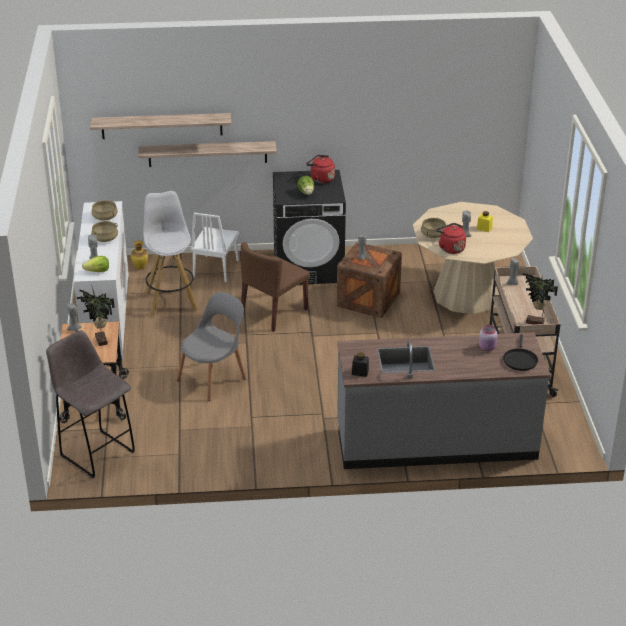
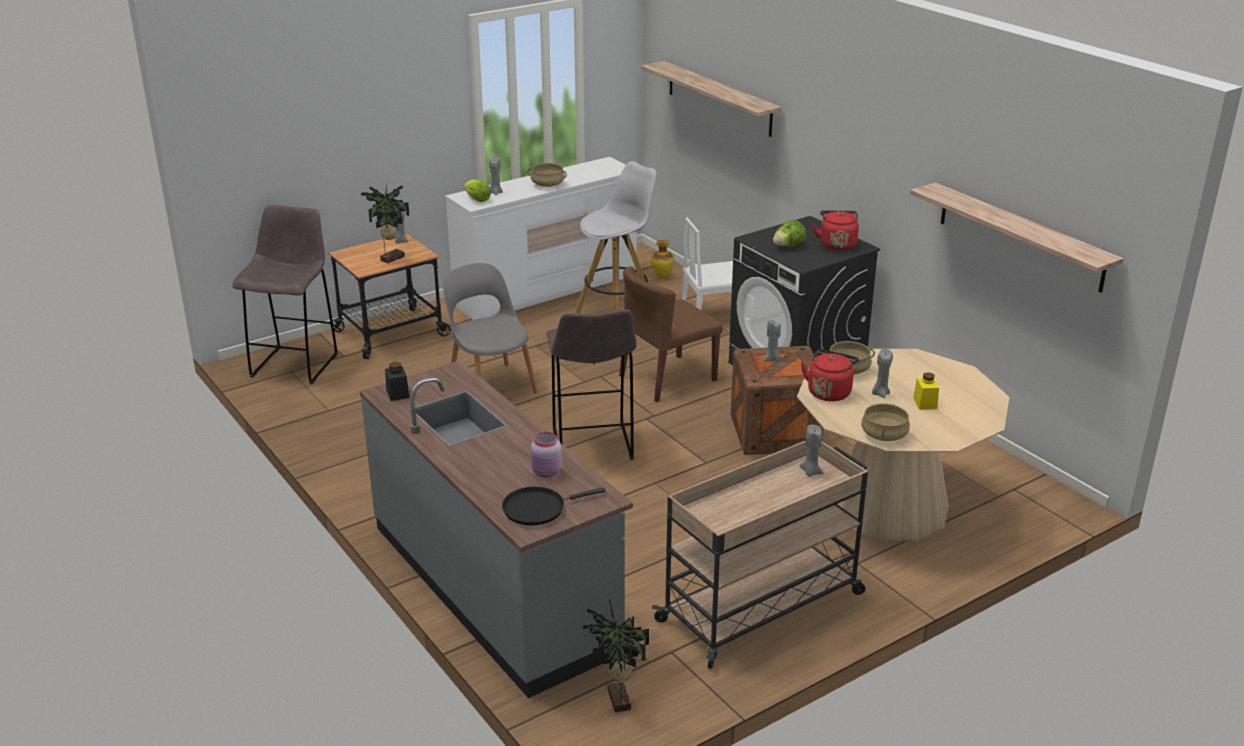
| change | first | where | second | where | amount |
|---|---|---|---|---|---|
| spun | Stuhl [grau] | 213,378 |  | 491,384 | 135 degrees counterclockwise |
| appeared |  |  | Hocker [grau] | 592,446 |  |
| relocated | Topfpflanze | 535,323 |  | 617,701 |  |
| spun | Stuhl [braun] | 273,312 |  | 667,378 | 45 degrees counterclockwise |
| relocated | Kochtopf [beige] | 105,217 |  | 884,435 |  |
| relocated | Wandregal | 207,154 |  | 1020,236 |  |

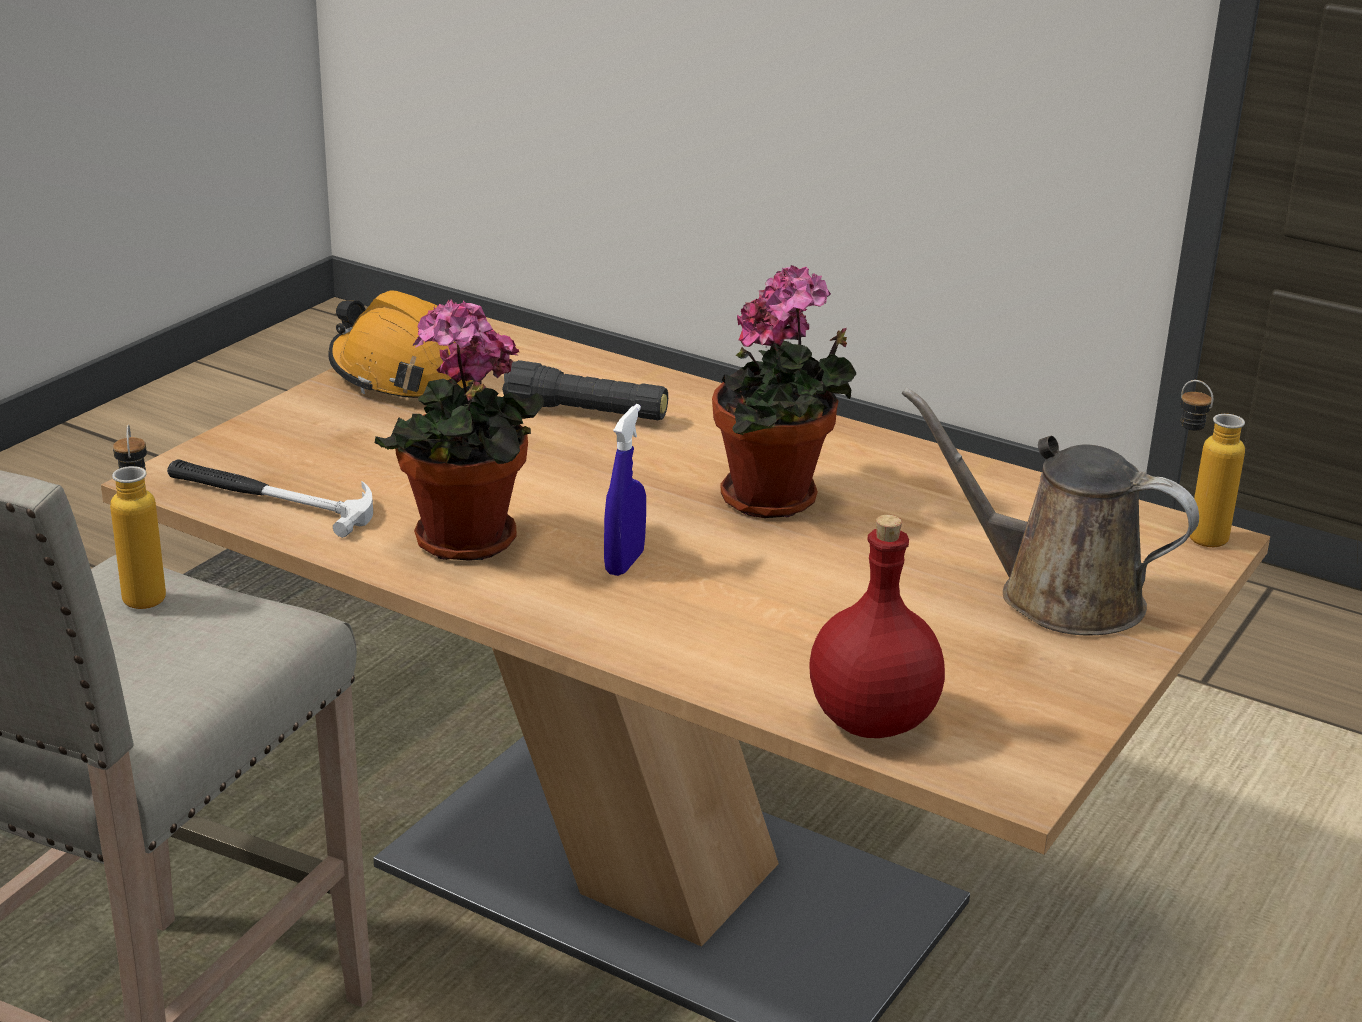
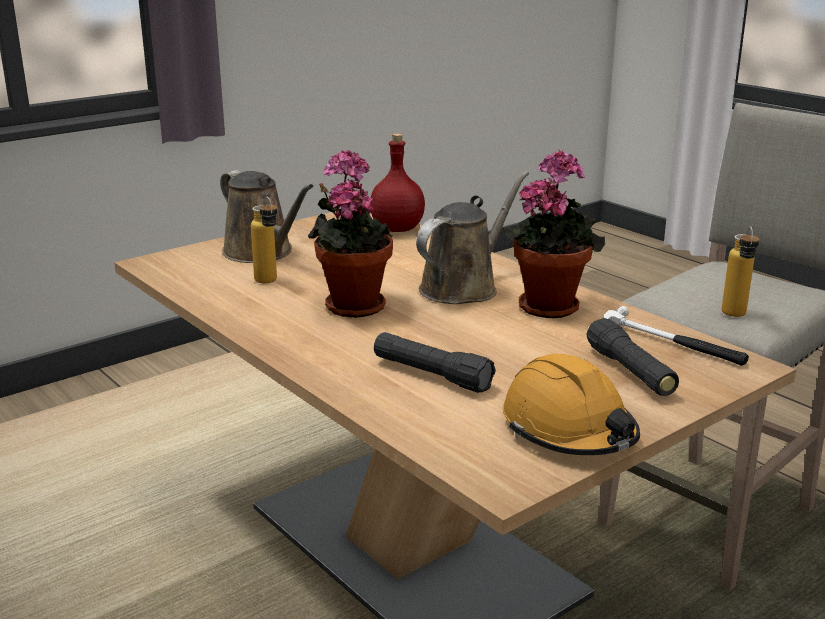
| change | first | where | second | where | amount |
|---|---|---|---|---|---|
| relocated | Flasche | 1192,533 |  | 269,283 |  |
| exchanged | Sprühflasche [blau] | 624,563 | Gießkanne [braun] | 463,287 |  |
| appeared |  |  | Taschenlampe [schwarz] | 630,372 |  |

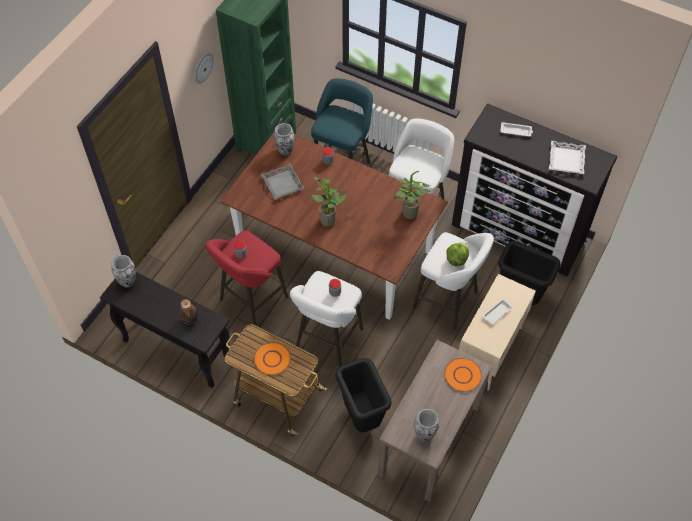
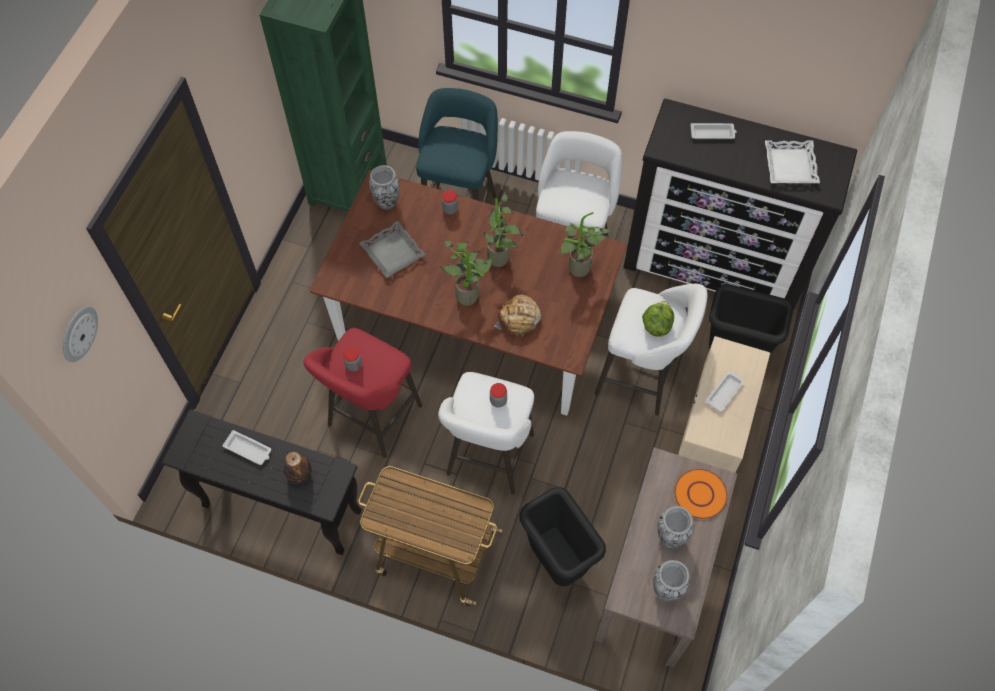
| change | first | where | second | where | amount |
|---|---|---|---|---|---|
| relocated | Wanduhr | 203,67 |  | 78,333 |  |
| appeared |  |  | Tablett [weiß] | 248,449 |  |
| appeared |  |  | Topfpflanze | 501,259 |  |
| appeared |  |  | Brot | 519,319 |  |
| relocated | Vase | 128,281 |  | 670,537 |  |
| missing | Teller [orange] | 272,359 |  |  |  |

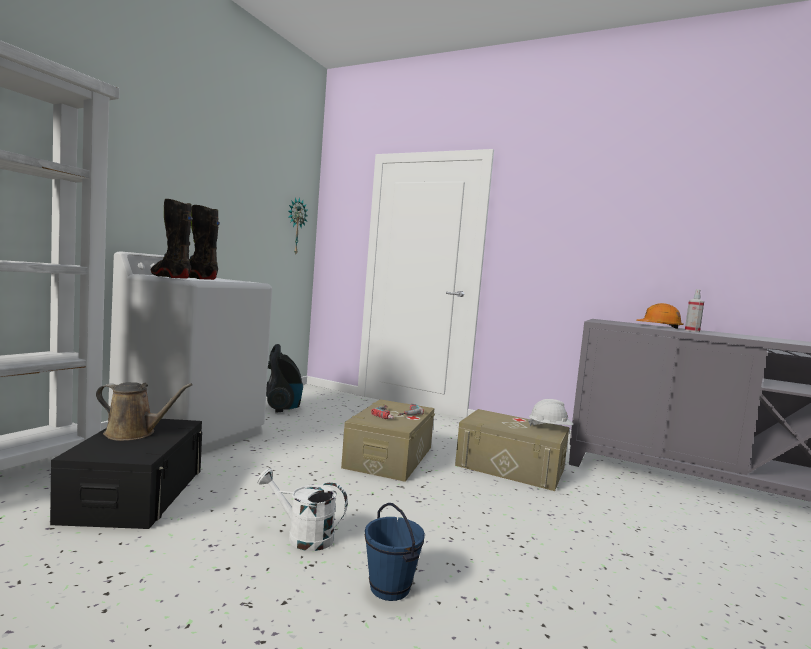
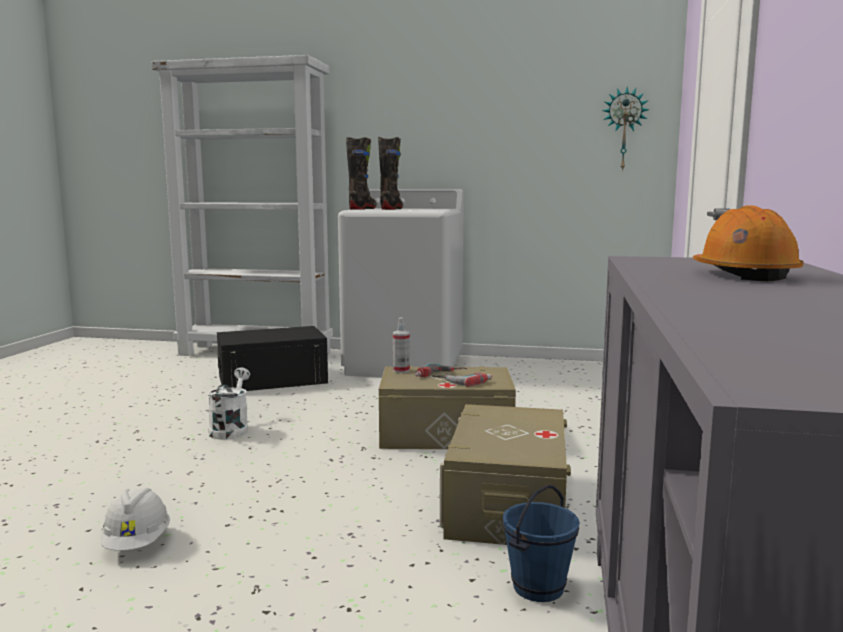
| change | first | where | second | where | amount |
|---|---|---|---|---|---|
| relocated | Schutzhelm [weiß] | 549,428 |  | 137,543 |  |
| relocated | Sprühflasche | 692,331 |  | 401,370 |  |
| relocated | Eimer [blau] | 390,588 |  | 539,588 |  |
| missing | Gießkanne [braun] | 134,433 |  |  |  |
| missing | Staubsauger | 282,407 |  |  |  |

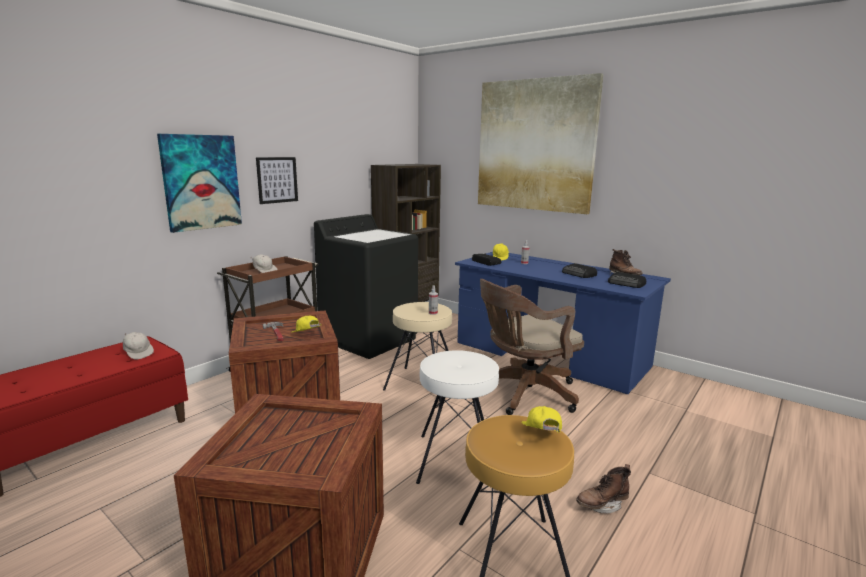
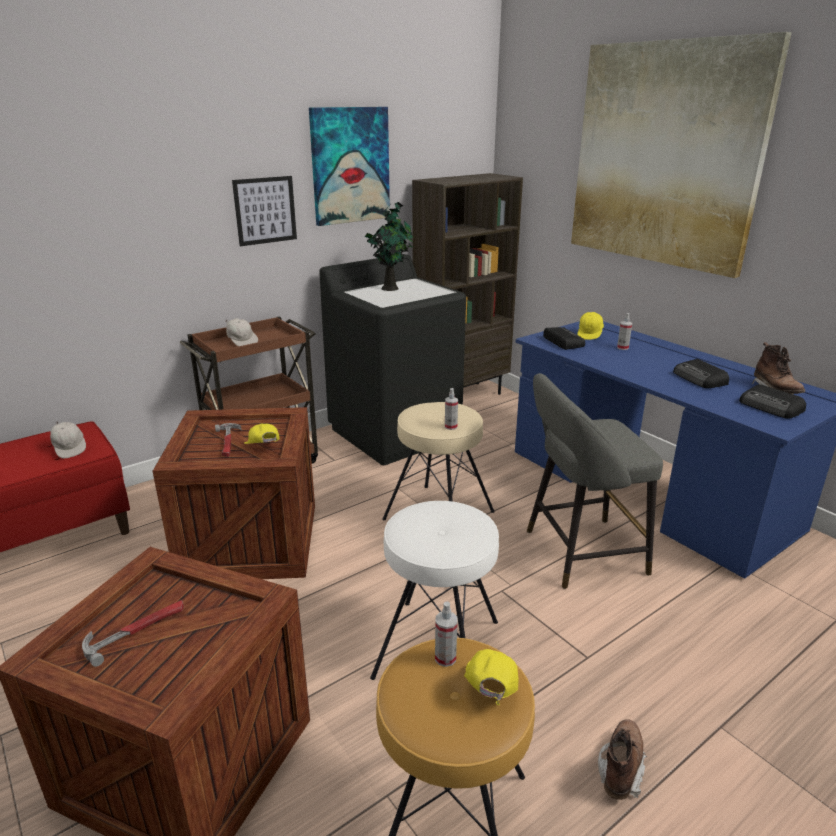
| change | first | where | second | where | amount |
|---|---|---|---|---|---|
| appeared |  |  | Hammer | 136,631 |  |
| relocated | Bild | 201,182 |  | 350,165 |  |
| appeared |  |  | Topfpflanze | 391,288 |  |
| appeared |  |  | Sprühflasche | 445,658 |  |
| exchanged | Bürostuhl [braun] | 523,393 | Hocker [grau] | 578,553 |  |
| spun | Stiefel [braun] | 602,505 |  | 620,768 | 120 degrees clockwise |

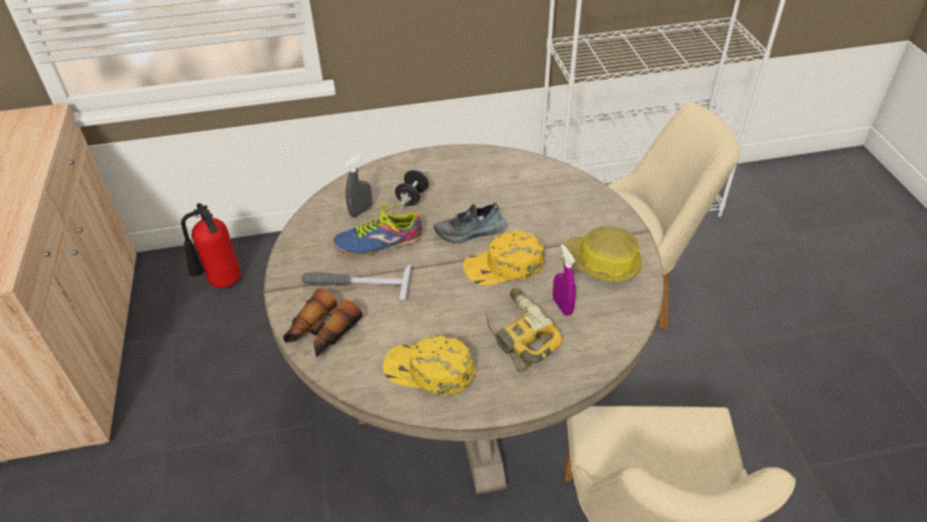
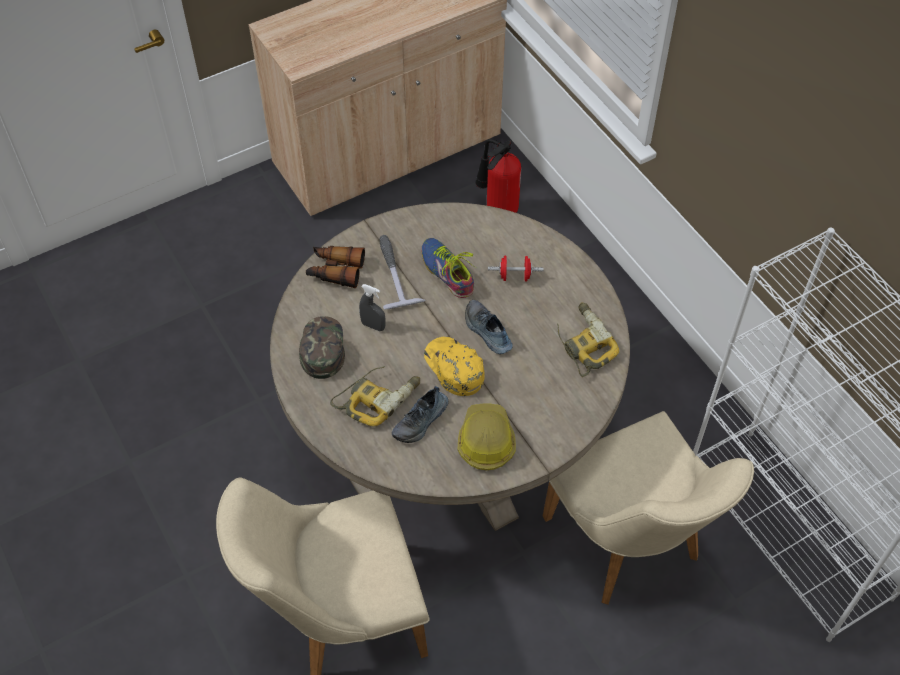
| change | first | where | second | where | amount |
|---|---|---|---|---|---|
| colour | Kappe [gelb] | 428,370 | Kappe [grün] | 321,348 |  |
| relocated | Sprühflasche [grau] | 361,211 |  | 373,326 |  |
| exchanged | Sprühflasche [lila] | 562,306 | Schuh | 421,421 |  |
| colour | Hantel [schwarz] | 412,198 | Hantel [rot] | 515,276 |  |
| appeared |  |  | Bohrmaschine | 583,343 |  |

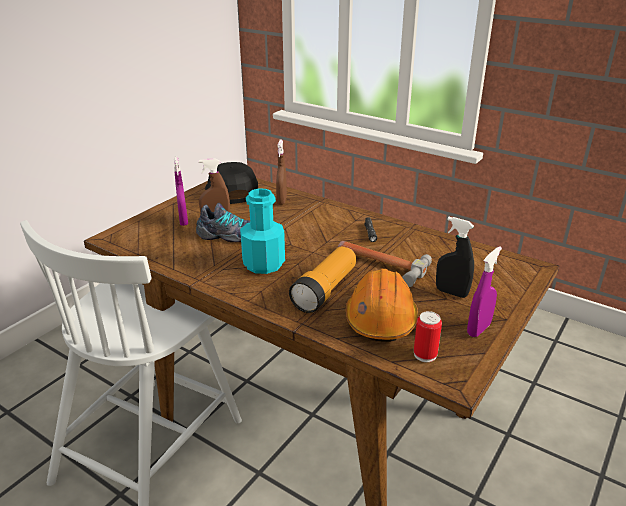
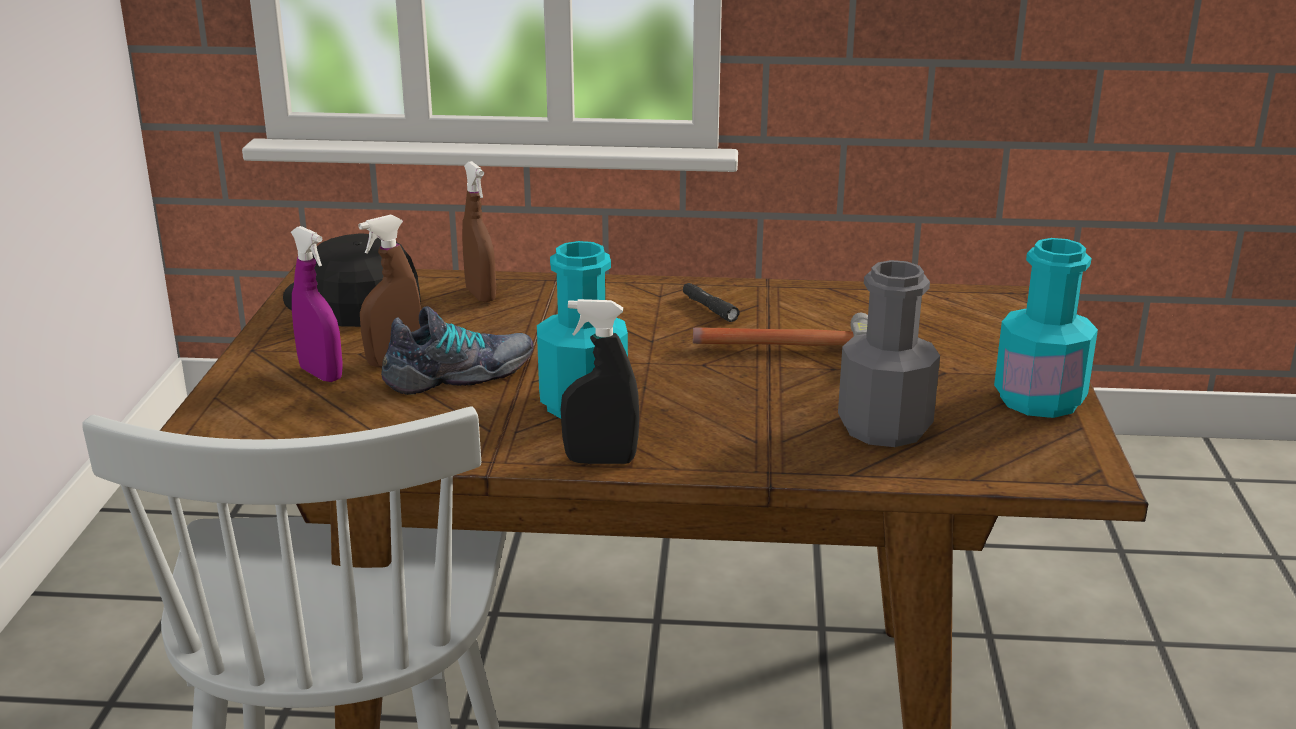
| change | first | where | second | where | amount |
|---|---|---|---|---|---|
| relocated | Sprühflasche [schwarz] | 451,292 |  | 600,460 |  |
| exchanged | Schutzhelm [orange] | 381,318 | Flasche [grau] | 884,427 |  |
| exchanged | Sprühflasche [lila] | 478,329 | Flasche [türkis] | 1039,399 |  |
| missing | Taschenlampe | 325,290 |  |  |  |
| missing | Dose | 425,354 |  |  |  |

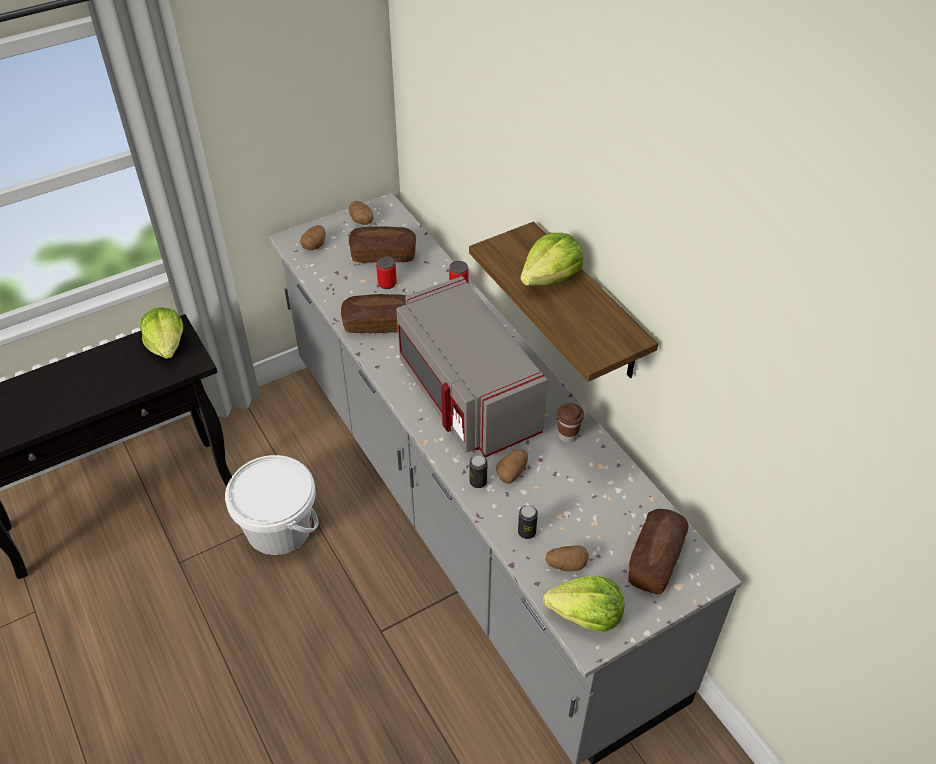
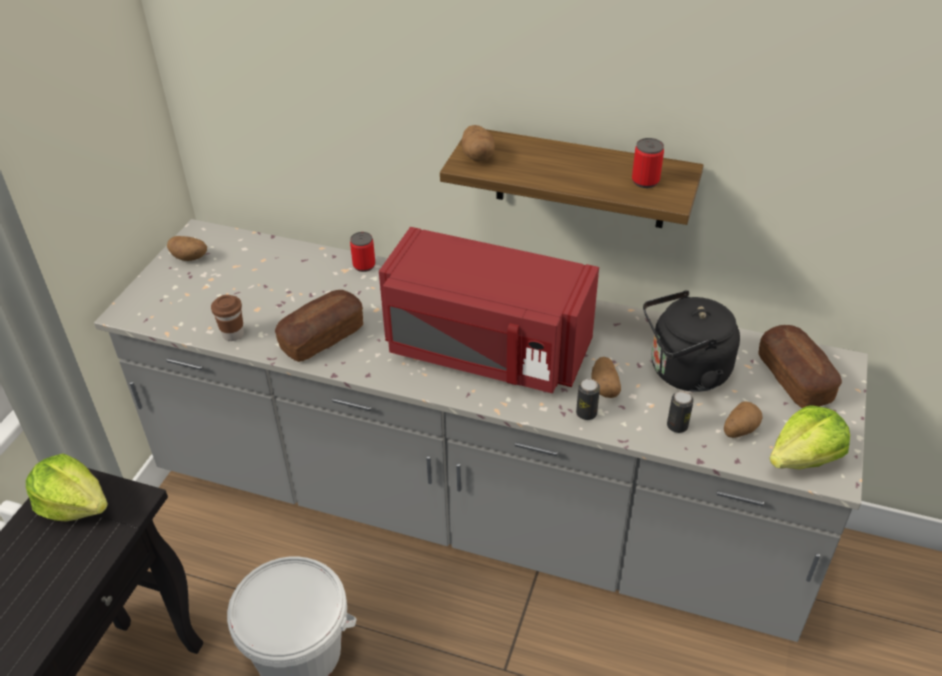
| change | first | where | second | where | amount |
|---|---|---|---|---|---|
| relocated | Tasse [braun] | 567,435 |  | 233,334 |  |
| colour | Mikrowelle [grau] | 466,396 | Mikrowelle [rot] | 485,350 |  |
| relocated | Kartoffel | 314,245 |  | 477,155 |  |
| relocated | Dose | 387,283 |  | 645,181 |  |
| appeared |  |  | Wasserkessel [schwarz] | 684,372 |  |
| missing | Brot | 383,255 |  |  |  |
| missing | Salatkopf | 551,277 |  |  |  |

